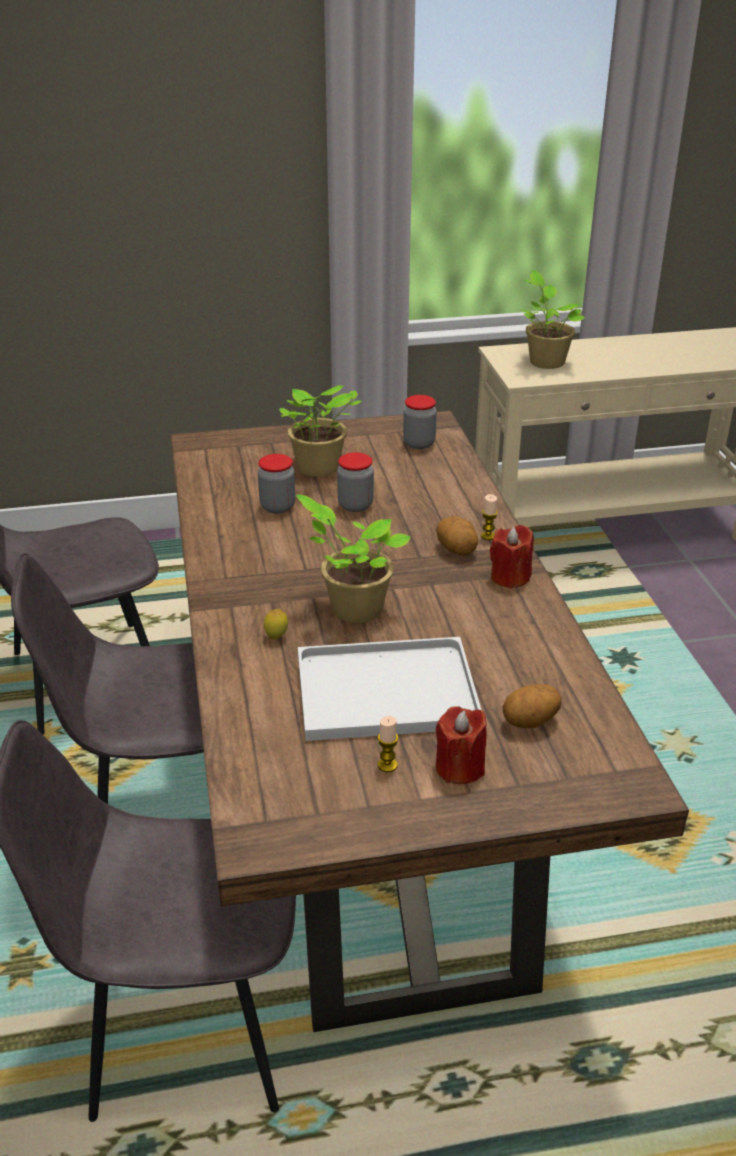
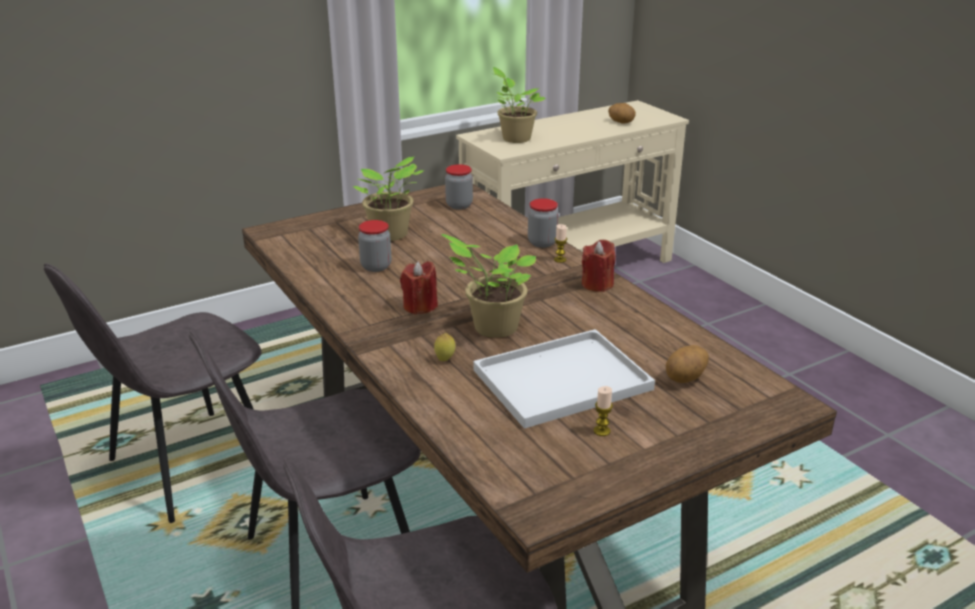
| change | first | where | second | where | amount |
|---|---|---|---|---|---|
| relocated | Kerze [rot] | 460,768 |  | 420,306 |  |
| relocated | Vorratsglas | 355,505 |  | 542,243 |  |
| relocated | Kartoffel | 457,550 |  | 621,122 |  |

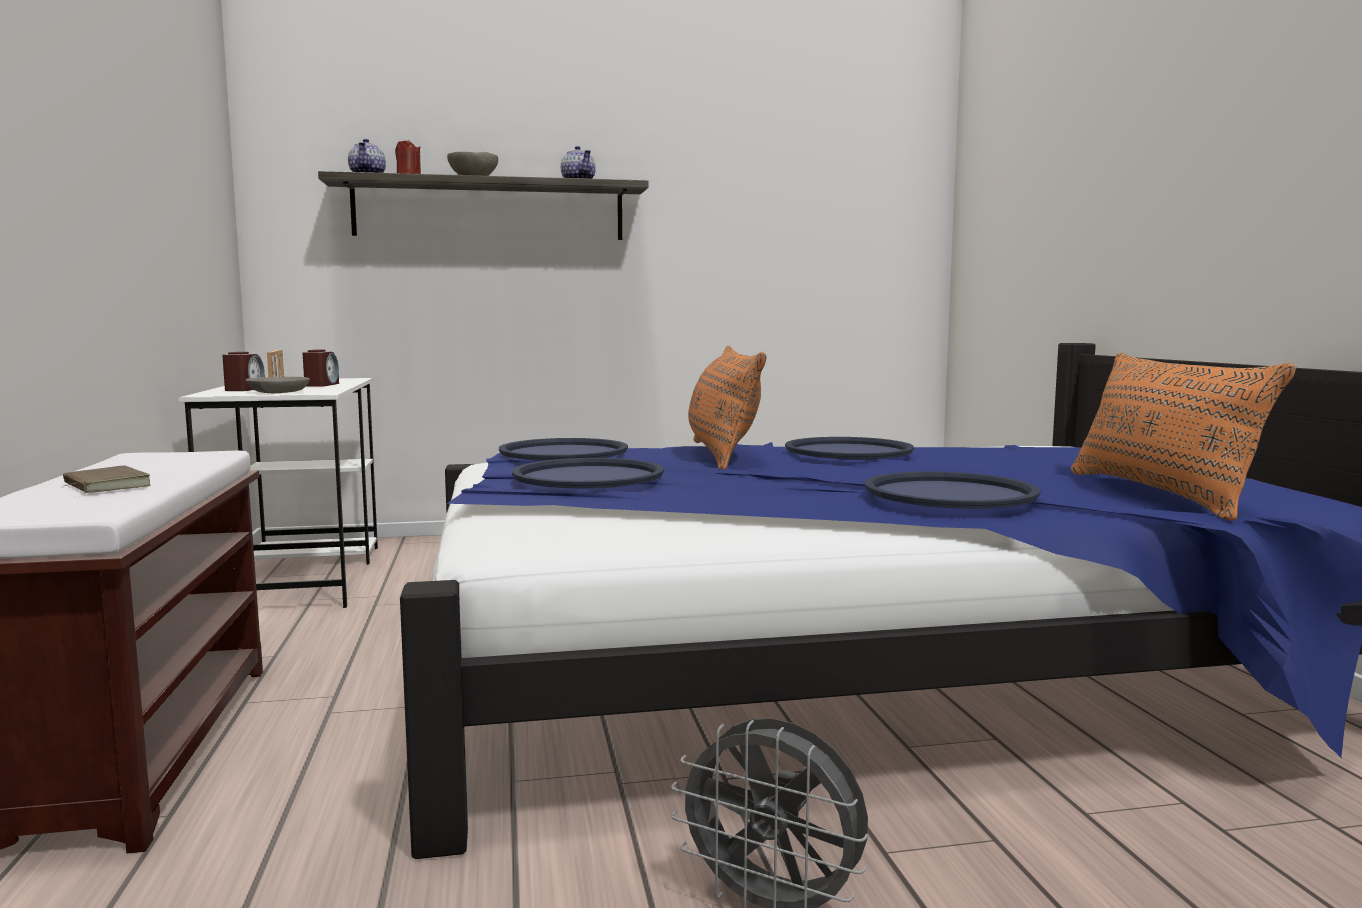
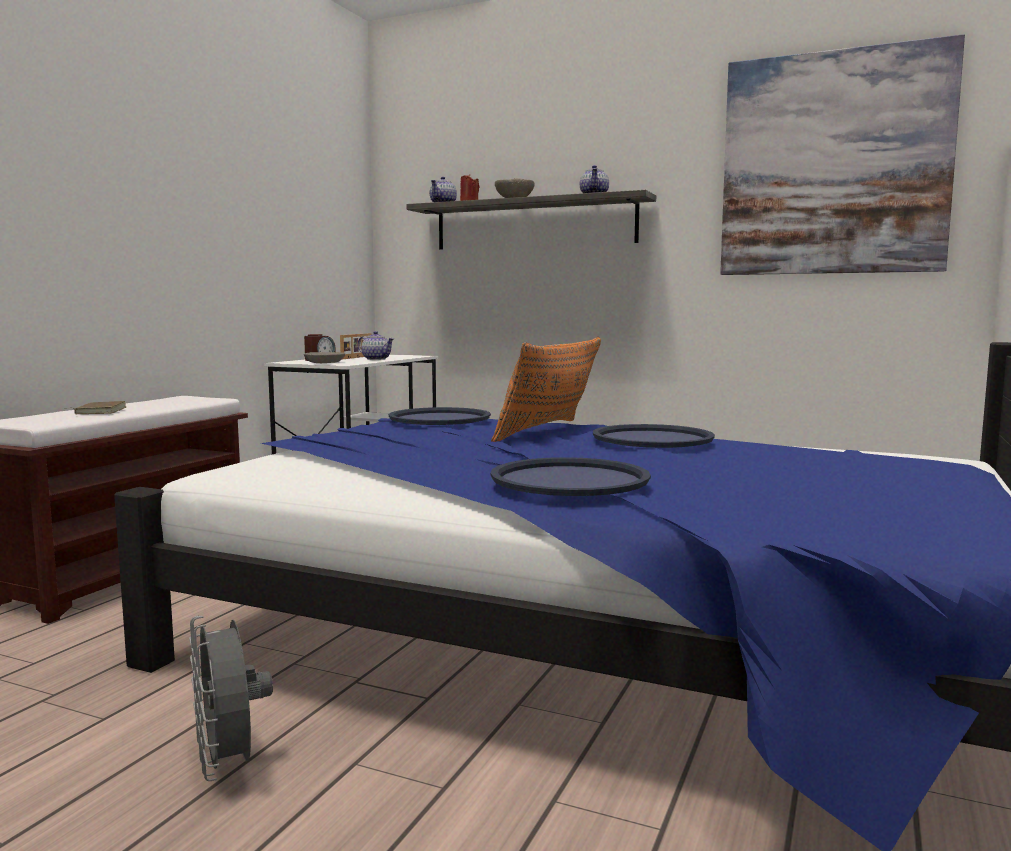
| change | first | where | second | where | amount |
|---|---|---|---|---|---|
| exchanged | Wecker | 321,385 | Teekanne | 376,359 |  |
| appeared |  |  | Bild | 833,164 |  |
| missing | Tablett [blau] | 588,476 |  |  |  |
| missing | Kissen [orange] | 1159,494 |  |  |  |

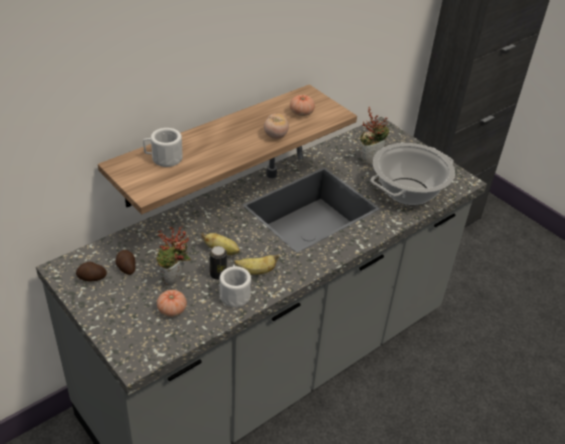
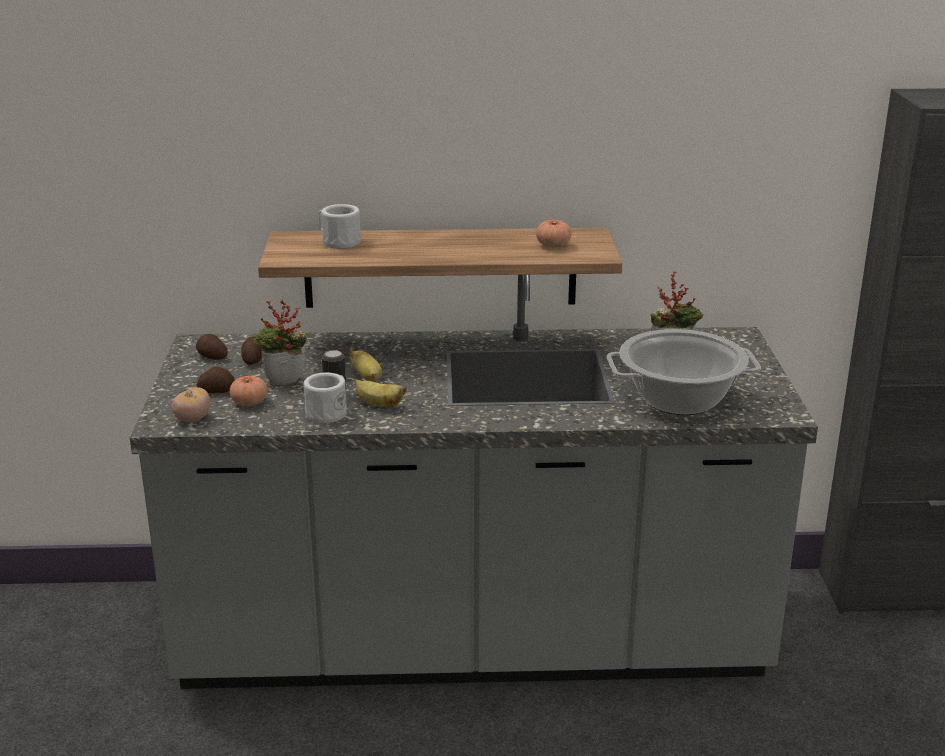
| change | first | where | second | where | amount |
|---|---|---|---|---|---|
| relocated | Tomate | 275,136 |  | 192,419 |  |
| appeared |  |  | Kartoffel | 216,391 |  |

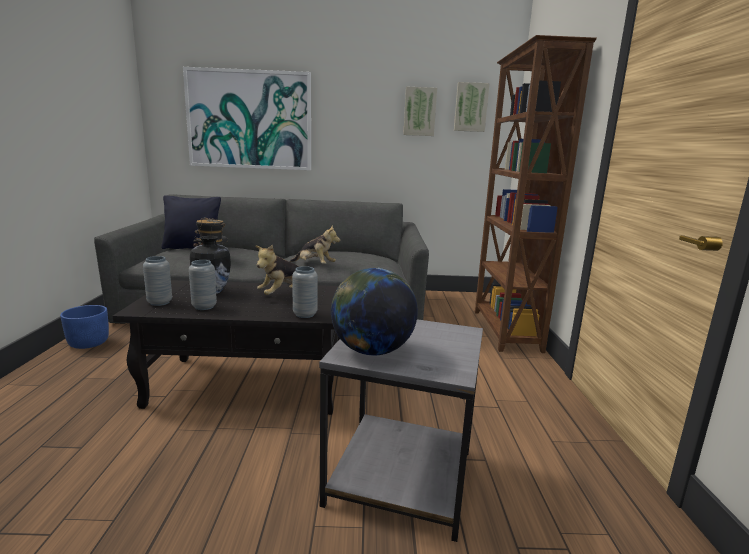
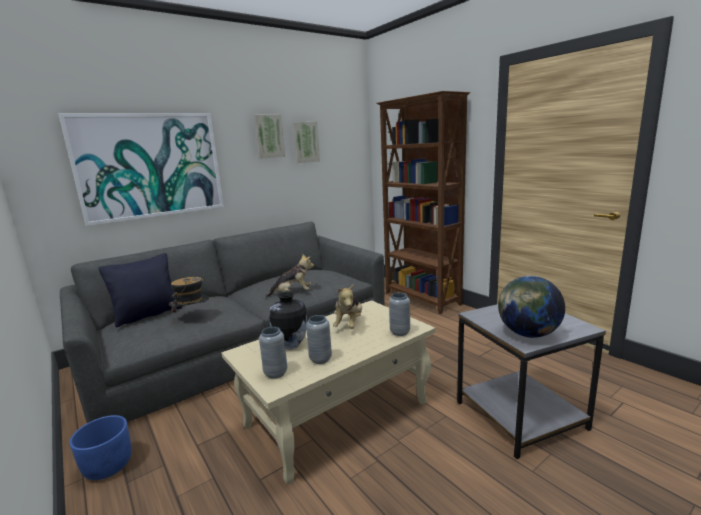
| change | first | where | second | where | amount |
|---|---|---|---|---|---|
| colour | Couchtisch [schwarz] | 251,384 | Couchtisch [beige] | 338,413 |  |
| relocated | Bild | 470,107 |  | 269,136 |  |

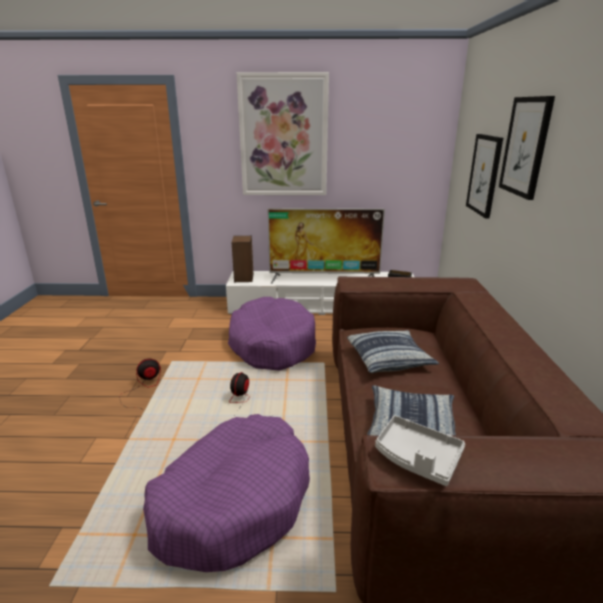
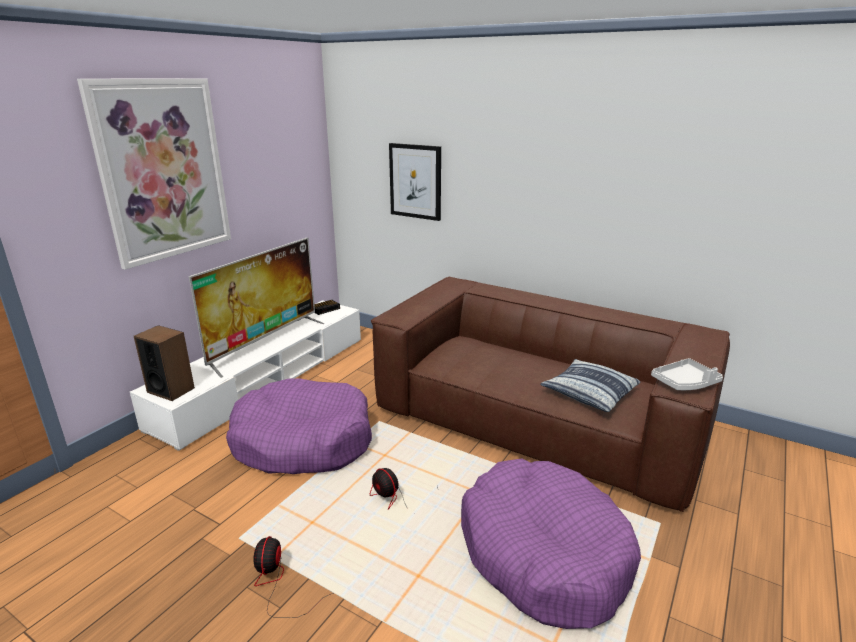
| change | first | where | second | where | amount |
|---|---|---|---|---|---|
| missing | Kissen | 389,359 |  |  |  |
| missing | Bild | 525,146 |  |  |  |

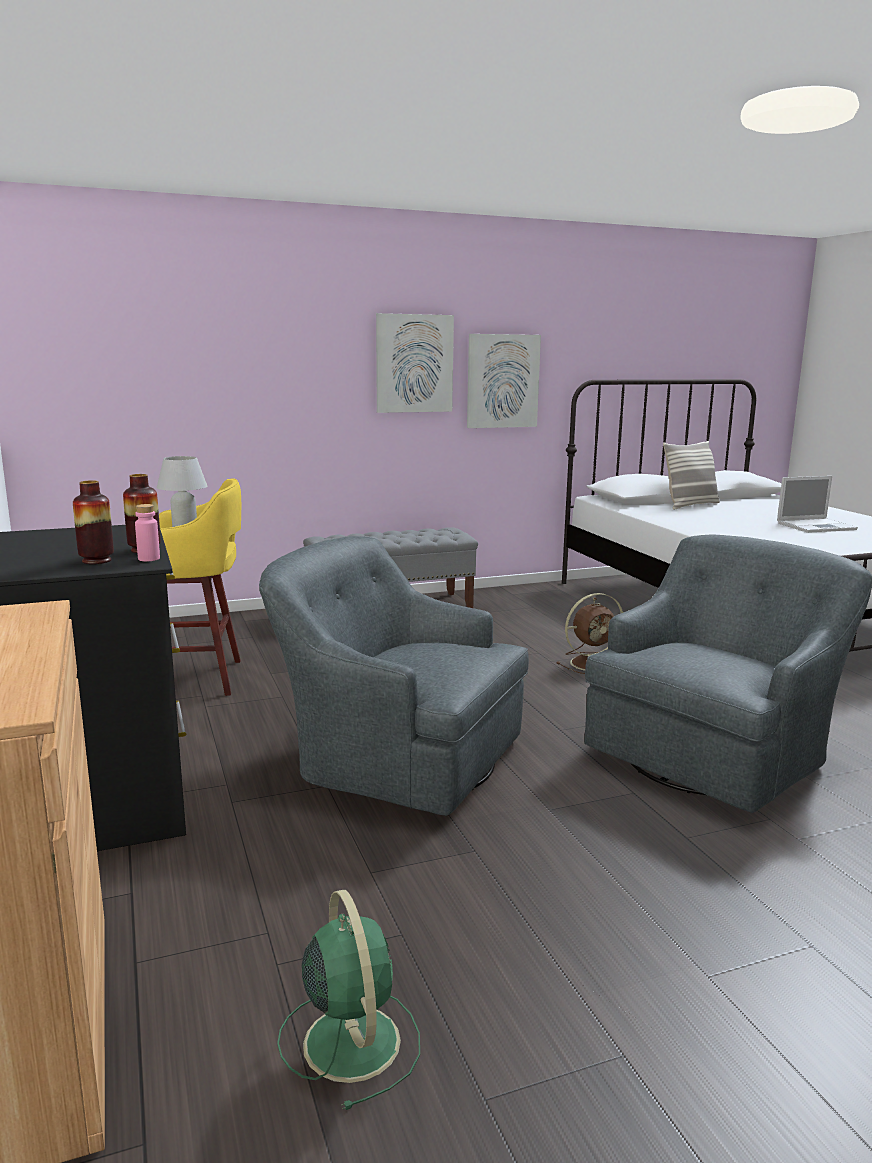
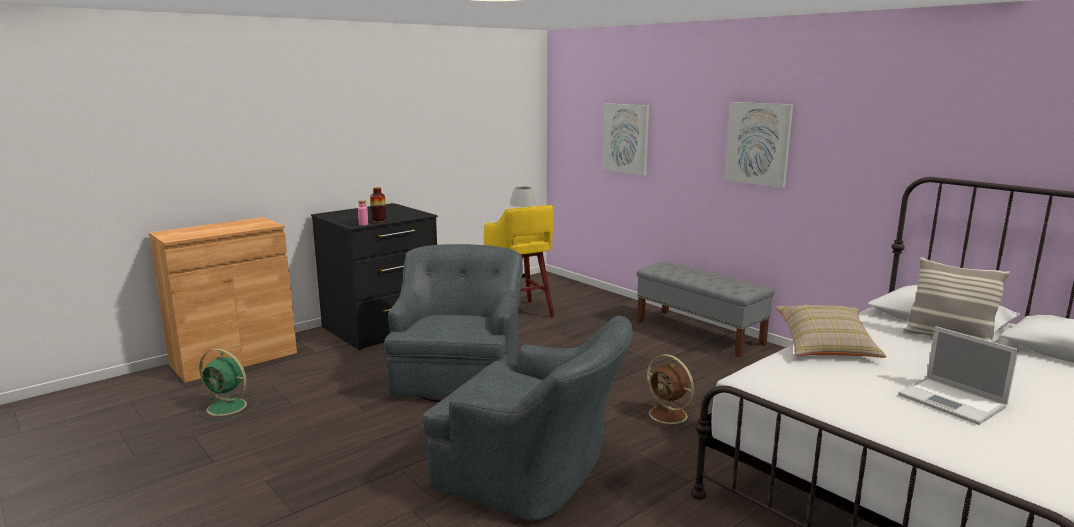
| change | first | where | second | where | amount |
|---|---|---|---|---|---|
| spun | Ventilator [grün] | 350,1039 |  | 228,407 | 60 degrees clockwise |
| relocated | Bild | 502,381 |  | 626,138 |  |
| appeared |  |  | Kissen [beige] | 825,347 |  |
| missing | Vase | 96,561 |  |  |  |

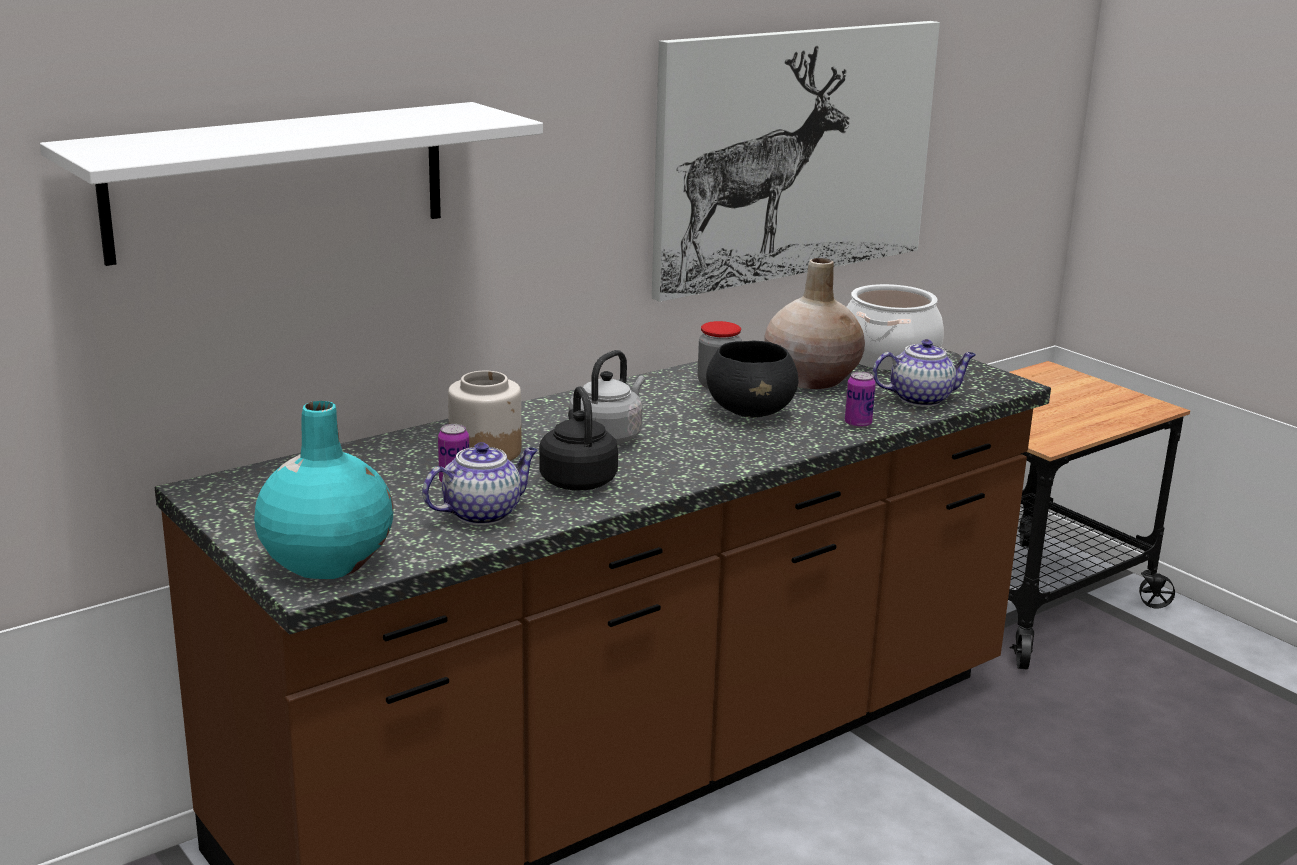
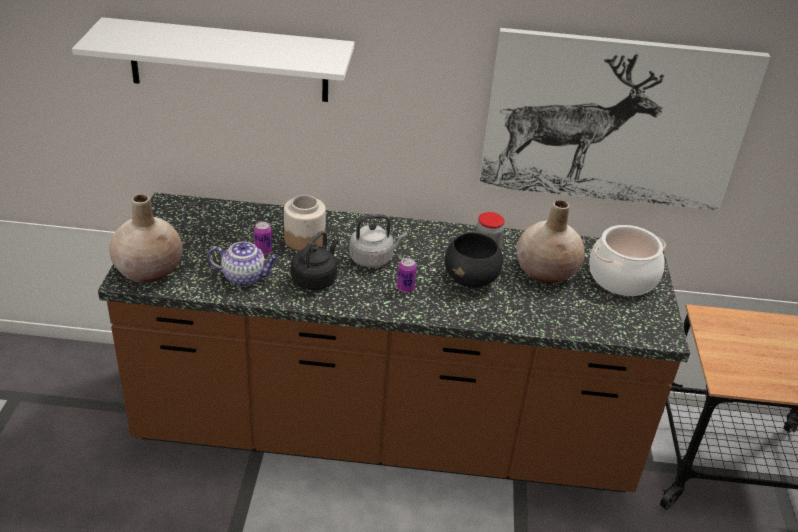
| change | first | where | second | where | amount |
|---|---|---|---|---|---|
| colour | Vase [türkis] | 327,561 | Vase [beige] | 149,270 |  |
| relocated | Dose | 858,424 |  | 405,288 |  |
| missing | Teekanne | 921,399 |  |  |  |

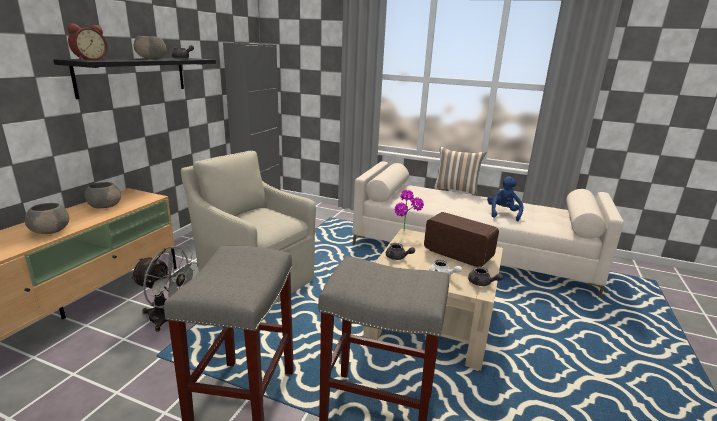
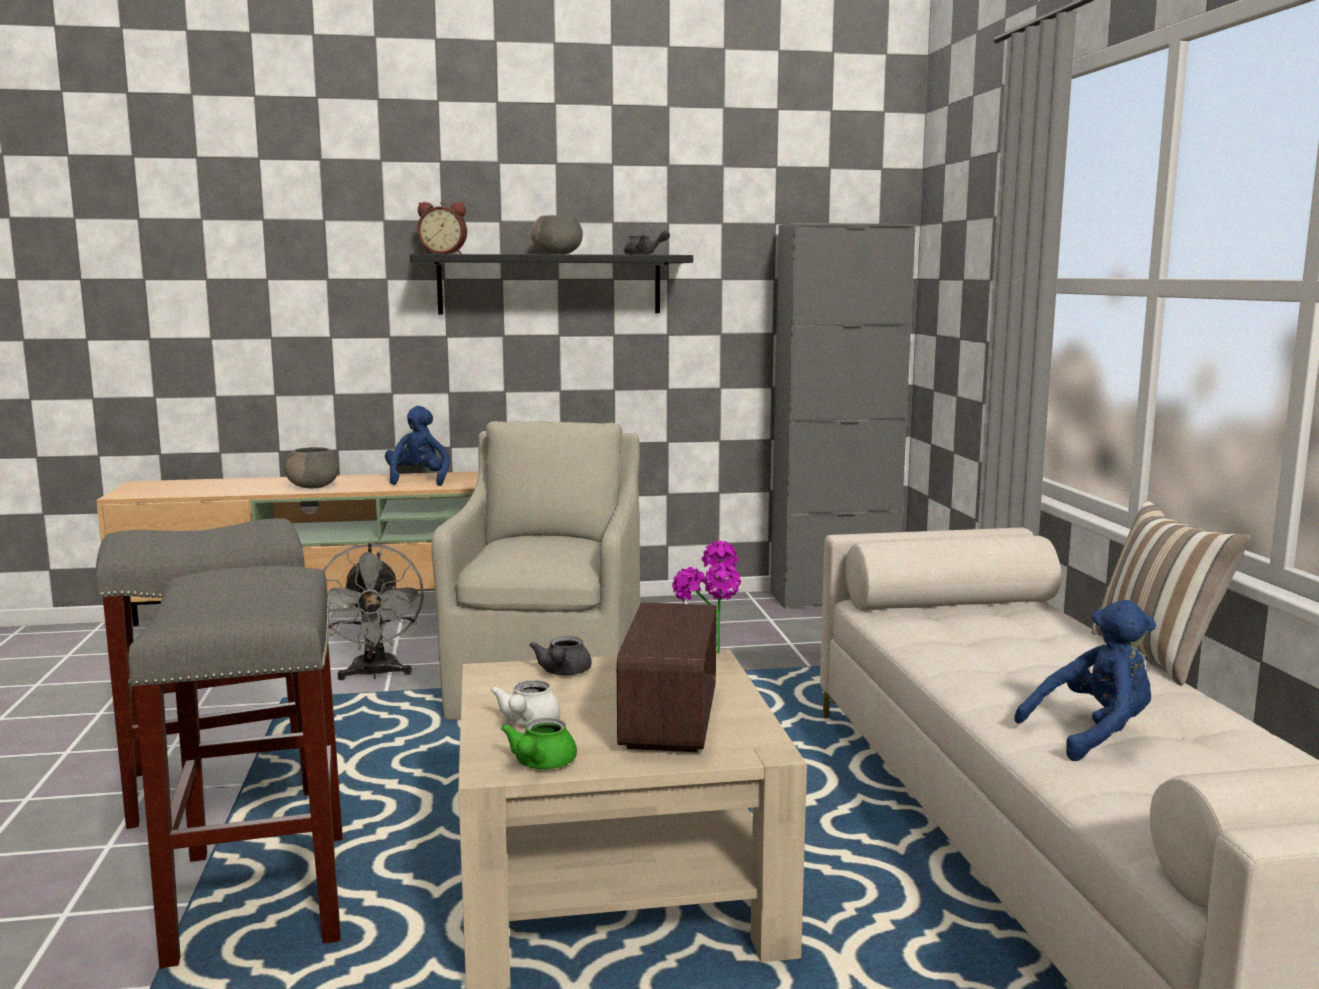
| change | first | where | second | where | amount |
|---|---|---|---|---|---|
| exchanged | Schüssel [grau] | 105,206 | Plüschtier [blau] | 418,480 |  |
| colour | Teekanne [grau] | 482,283 | Teekanne [grün] | 540,764 |  |

